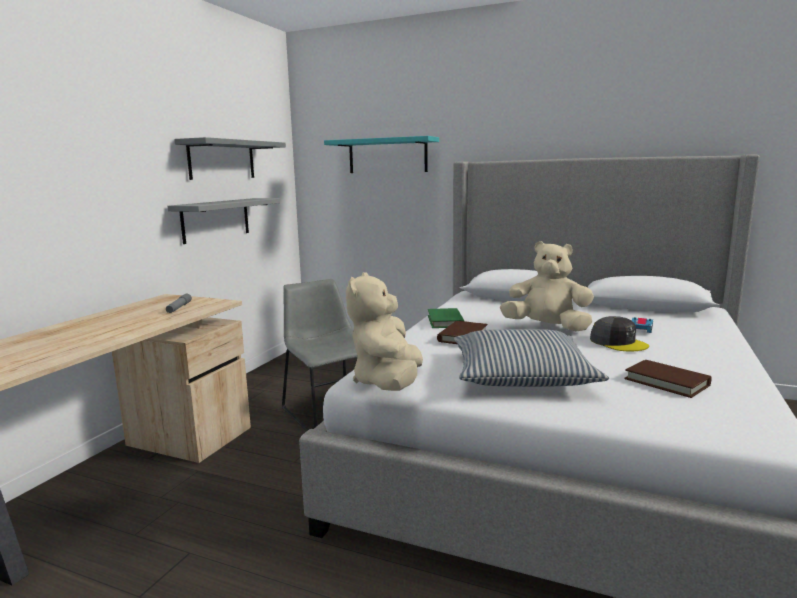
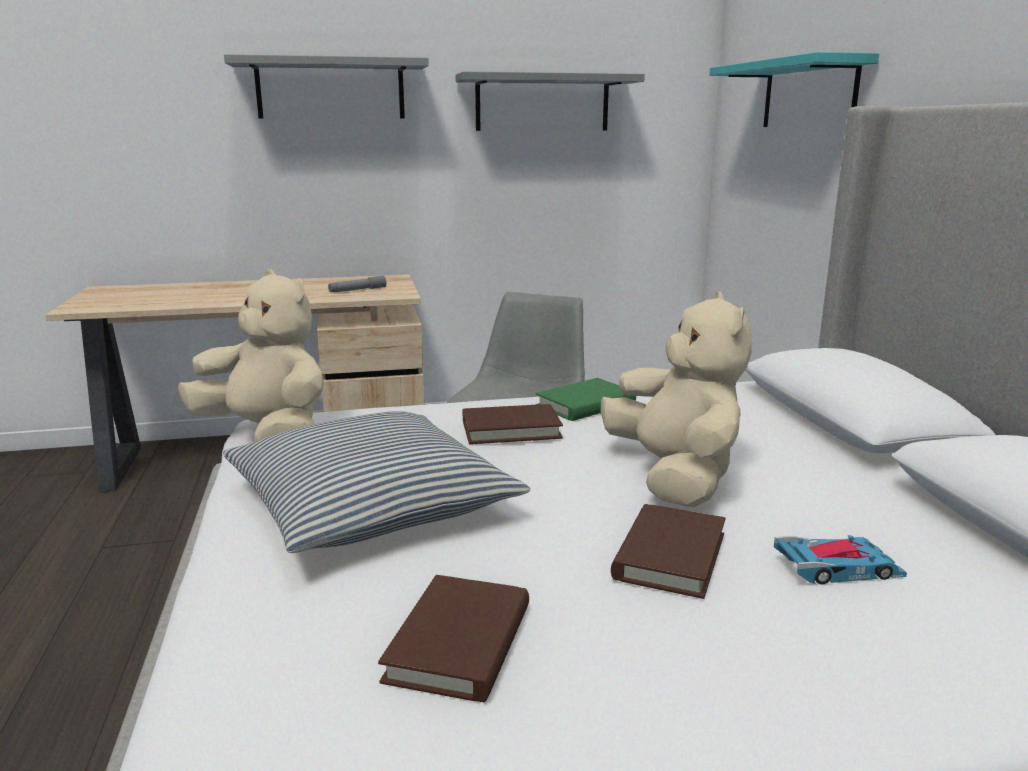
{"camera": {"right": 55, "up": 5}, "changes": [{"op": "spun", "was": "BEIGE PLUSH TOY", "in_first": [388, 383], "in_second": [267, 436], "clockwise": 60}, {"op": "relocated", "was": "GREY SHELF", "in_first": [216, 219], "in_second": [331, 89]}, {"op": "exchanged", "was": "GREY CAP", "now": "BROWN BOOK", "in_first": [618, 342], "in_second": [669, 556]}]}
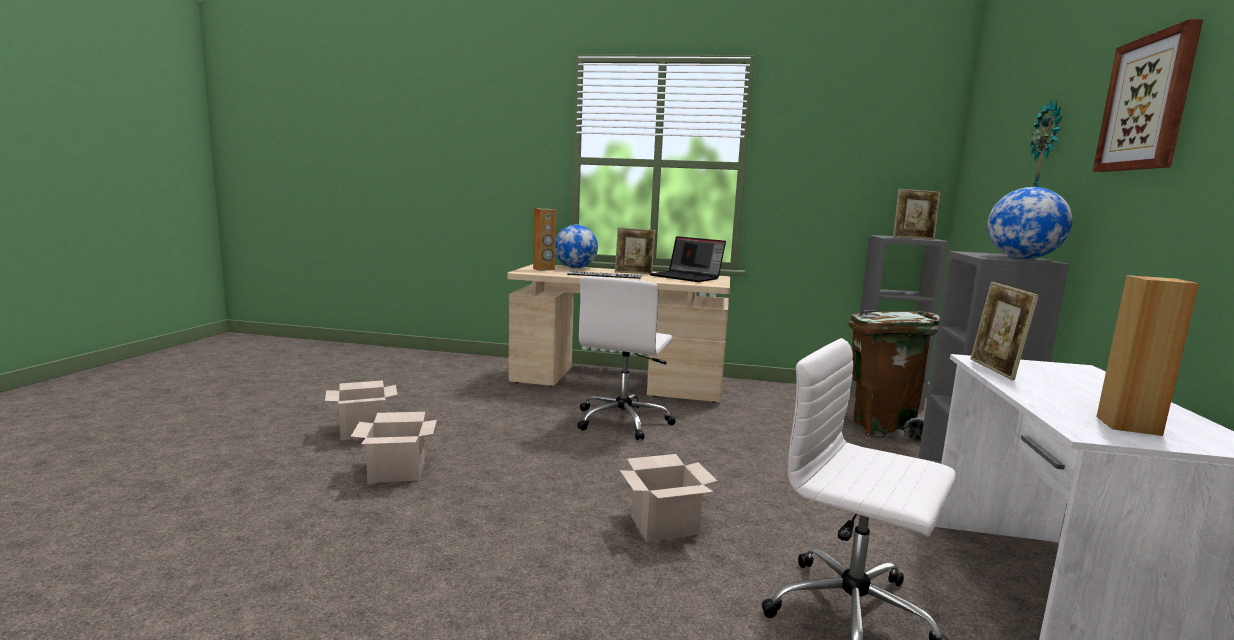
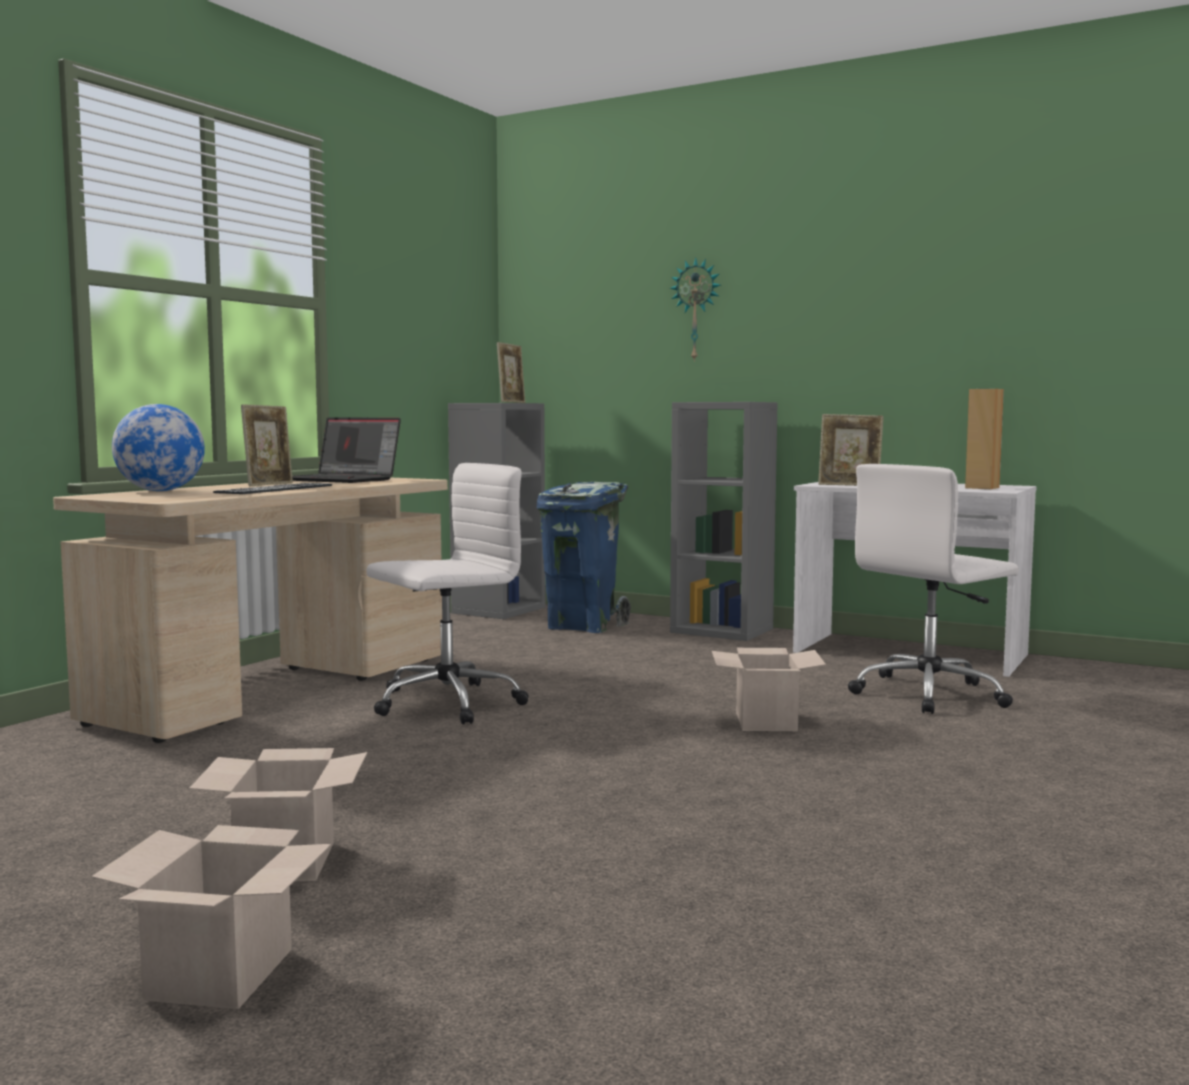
{"camera": {"right": -70, "up": -5}, "changes": [{"op": "relocated", "was": "CARDBOARD BOX", "in_first": [395, 473], "in_second": [221, 976]}, {"op": "spun", "was": "LAPTOP", "in_first": [687, 277], "in_second": [342, 480], "clockwise": 60}, {"op": "spun", "was": "WHITE OFFICE CHAIR", "in_first": [623, 421], "in_second": [444, 703], "clockwise": -75}, {"op": "colour", "was": "BROWN TRASH CAN", "now": "BLUE TRASH CAN", "in_first": [883, 429], "in_second": [583, 626]}, {"op": "missing", "was": "BROWN SPEAKER", "in_first": [544, 269]}, {"op": "missing", "was": "GLOBE", "in_first": [1021, 258]}, {"op": "missing", "was": "PICTURE", "in_first": [1148, 103]}]}
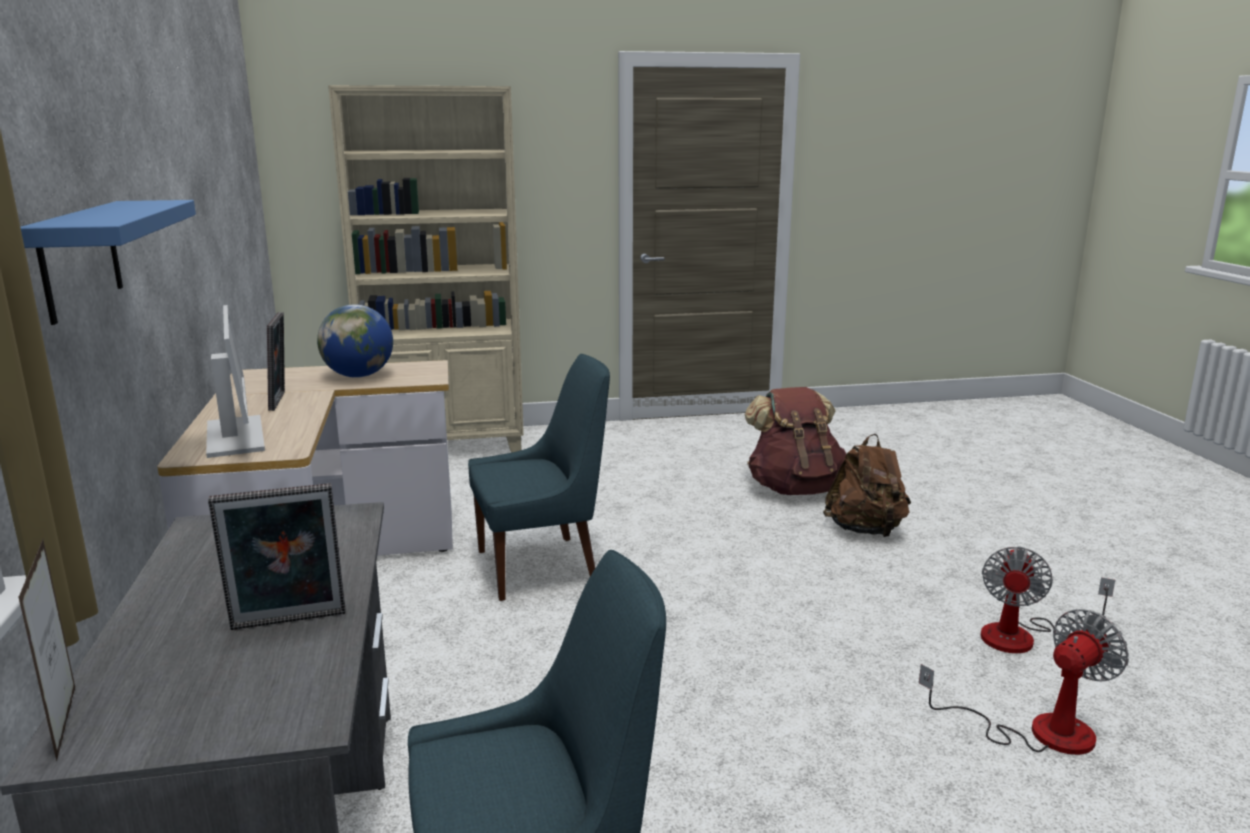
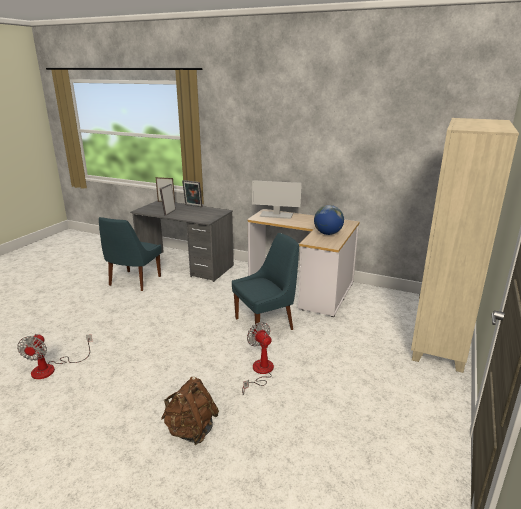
{"camera": {"right": 125, "up": 5}, "changes": [{"op": "relocated", "was": "PICTURE FRAME", "in_first": [281, 401], "in_second": [193, 206]}, {"op": "spun", "was": "BLUE CHAIR", "in_first": [542, 567], "in_second": [266, 323], "clockwise": -135}, {"op": "relocated", "was": "FAN", "in_first": [1023, 637], "in_second": [260, 372]}, {"op": "missing", "was": "BLUE SHELF", "in_first": [80, 259]}, {"op": "missing", "was": "BROWN BACKPACK", "in_first": [794, 489]}]}
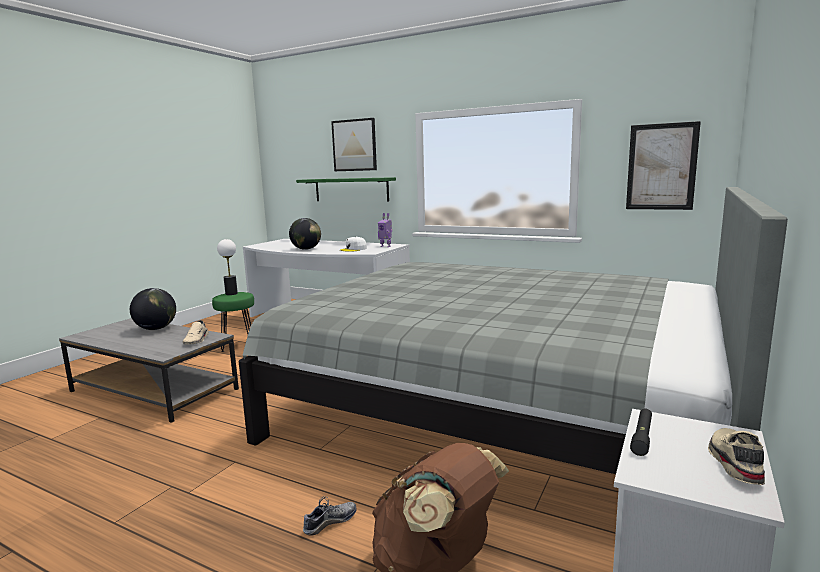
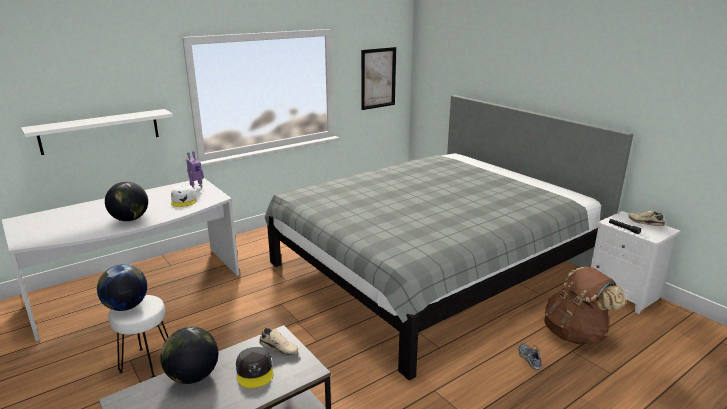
{"camera": {"right": -65, "up": 10}, "changes": [{"op": "colour", "was": "GREEN SHELF", "now": "WHITE SHELF", "in_first": [351, 189], "in_second": [100, 131]}, {"op": "exchanged", "was": "TABLE LAMP", "now": "GLOBE", "in_first": [231, 293], "in_second": [126, 307]}, {"op": "colour", "was": "GREEN STOOL", "now": "WHITE STOOL", "in_first": [237, 345], "in_second": [147, 363]}, {"op": "appeared", "now": "GREY CAP", "in_second": [255, 371]}, {"op": "missing", "was": "PICTURE", "in_first": [354, 145]}]}
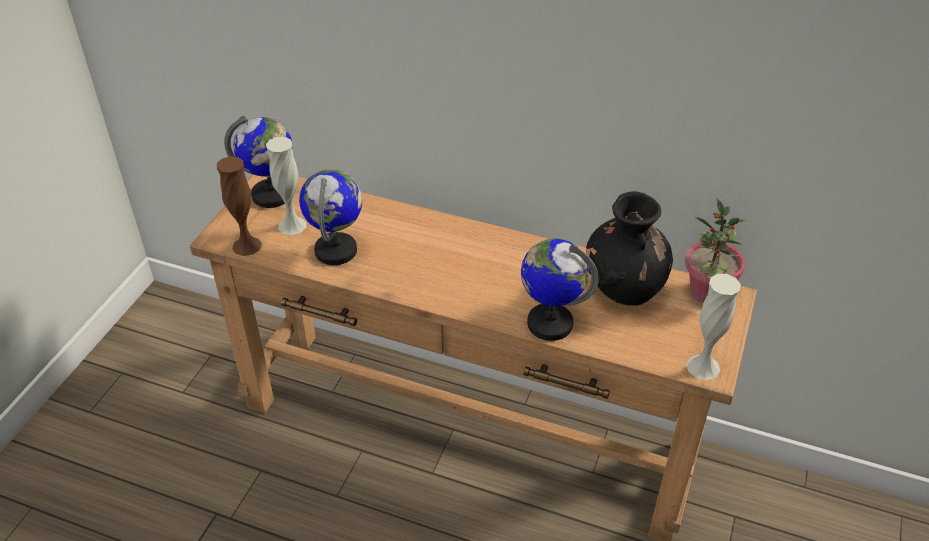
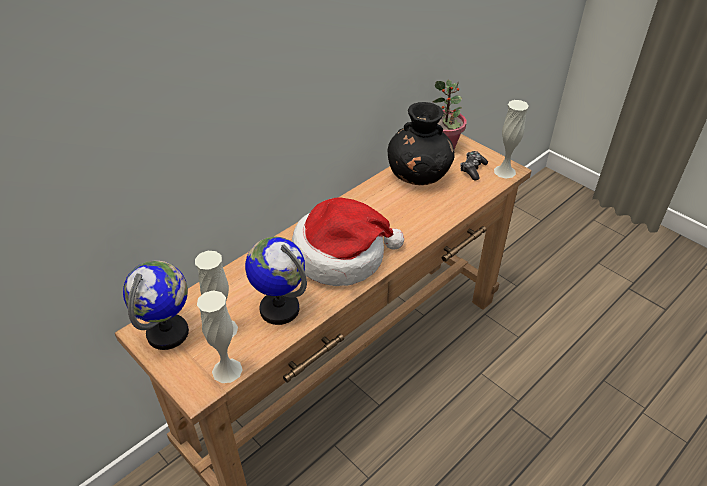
{"camera": {"right": -65, "up": 0}, "changes": [{"op": "colour", "was": "BROWN VASE", "now": "WHITE VASE", "in_first": [247, 246], "in_second": [227, 370]}, {"op": "appeared", "now": "HAT", "in_second": [342, 255]}, {"op": "appeared", "now": "GAME CONTROLLER", "in_second": [472, 169]}, {"op": "missing", "was": "GLOBE", "in_first": [549, 323]}]}
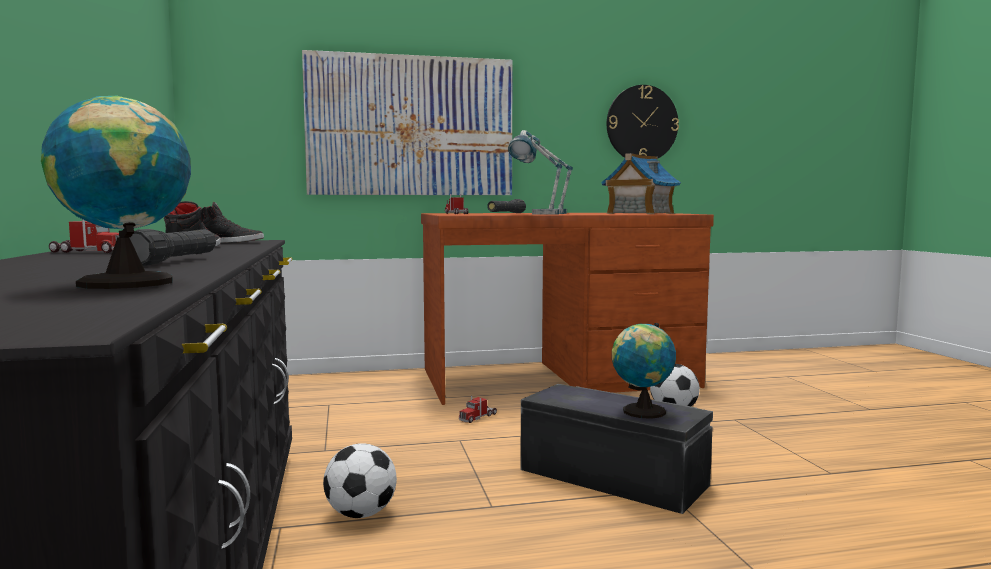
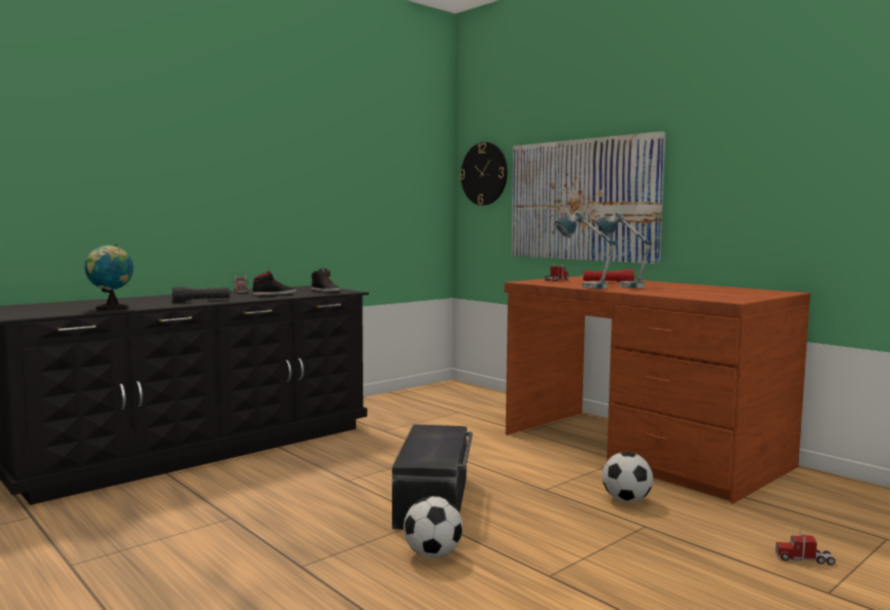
{"camera": {"right": 60, "up": 0}, "changes": [{"op": "relocated", "was": "FOOTBALL", "in_first": [361, 514], "in_second": [433, 554]}, {"op": "relocated", "was": "WALL CLOCK", "in_first": [642, 124], "in_second": [484, 174]}, {"op": "colour", "was": "BLACK FLASHLIGHT", "now": "RED FLASHLIGHT", "in_first": [506, 213], "in_second": [608, 282]}, {"op": "relocated", "was": "TOY TRUCK", "in_first": [478, 417], "in_second": [804, 559]}, {"op": "missing", "was": "TOY HOUSE", "in_first": [640, 213]}, {"op": "missing", "was": "GLOBE", "in_first": [641, 412]}]}
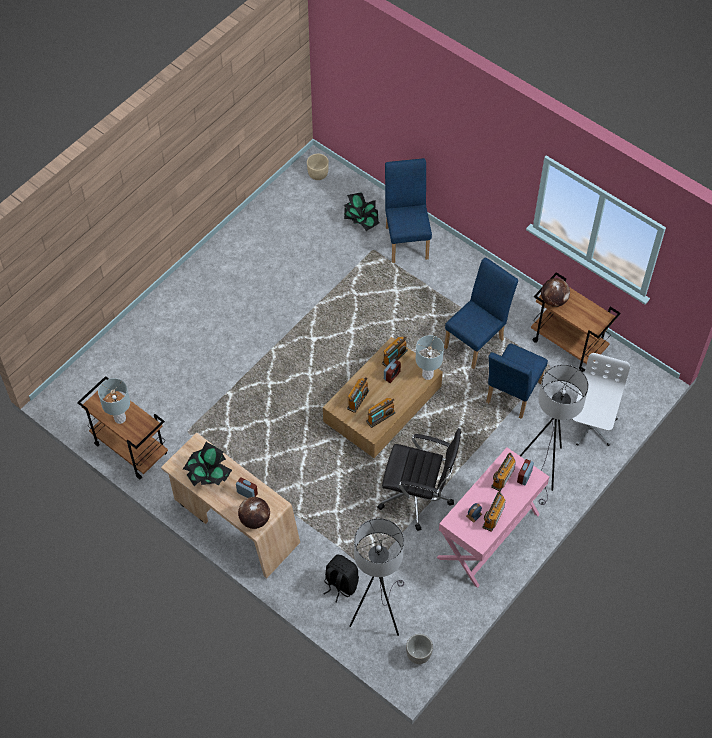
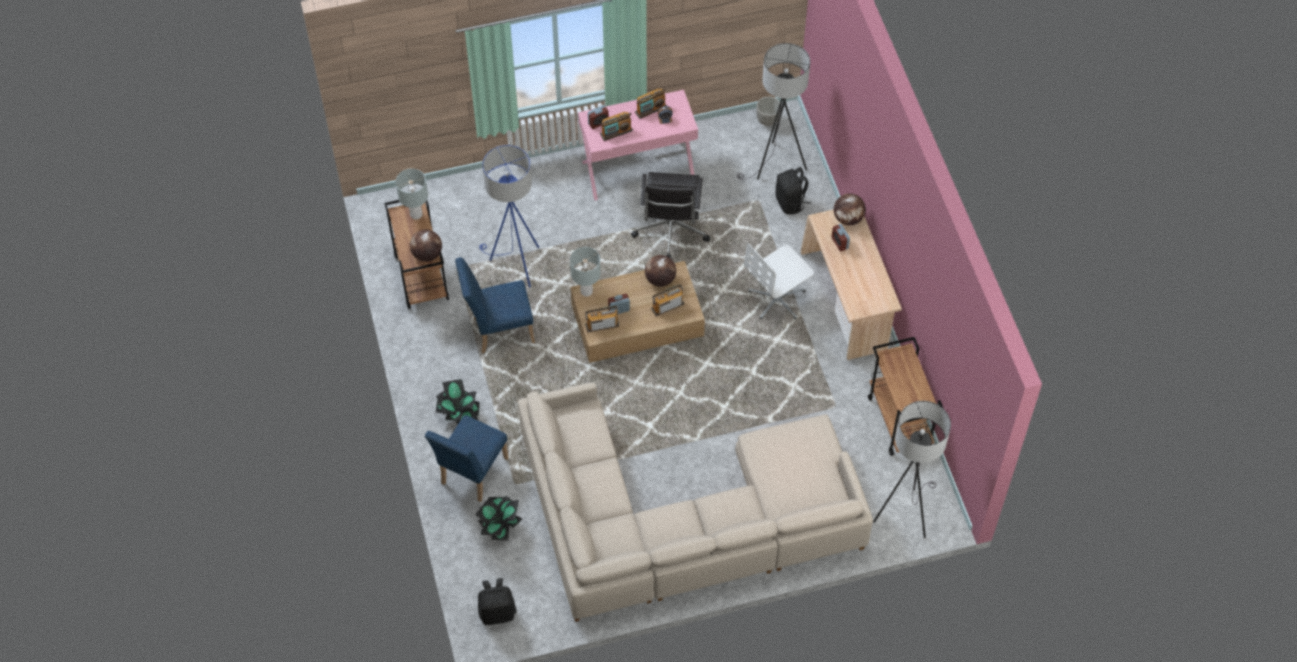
{"camera": {"right": -145, "up": 0}, "changes": [{"op": "relocated", "was": "GREY TABLE LAMP", "in_first": [120, 419], "in_second": [416, 214]}, {"op": "relocated", "was": "POTTED PLANT", "in_first": [208, 475], "in_second": [459, 413]}, {"op": "exchanged", "was": "BEIGE PLANTER", "now": "BLACK BACKPACK", "in_first": [318, 174], "in_second": [497, 612]}, {"op": "exchanged", "was": "BLUE CHAIR", "now": "BLUE FLOOR LAMP", "in_first": [511, 396], "in_second": [515, 264]}, {"op": "appeared", "now": "BEIGE SOFA", "in_second": [683, 520]}, {"op": "spun", "was": "BLACK OFFICE CHAIR", "in_first": [417, 496], "in_second": [670, 231], "clockwise": -135}, {"op": "exchanged", "was": "RADIO", "now": "GLOBE", "in_first": [380, 417], "in_second": [660, 279]}, {"op": "relocated", "was": "WHITE OFFICE CHAIR", "in_first": [590, 426], "in_second": [777, 299]}, {"op": "relocated", "was": "GREY FLOOR LAMP", "in_first": [545, 469], "in_second": [905, 511]}]}
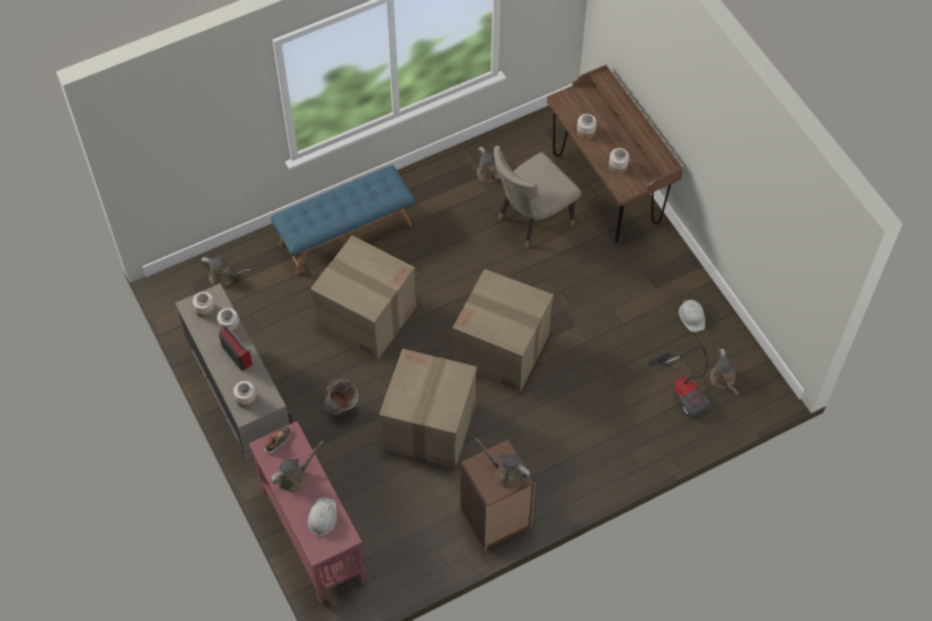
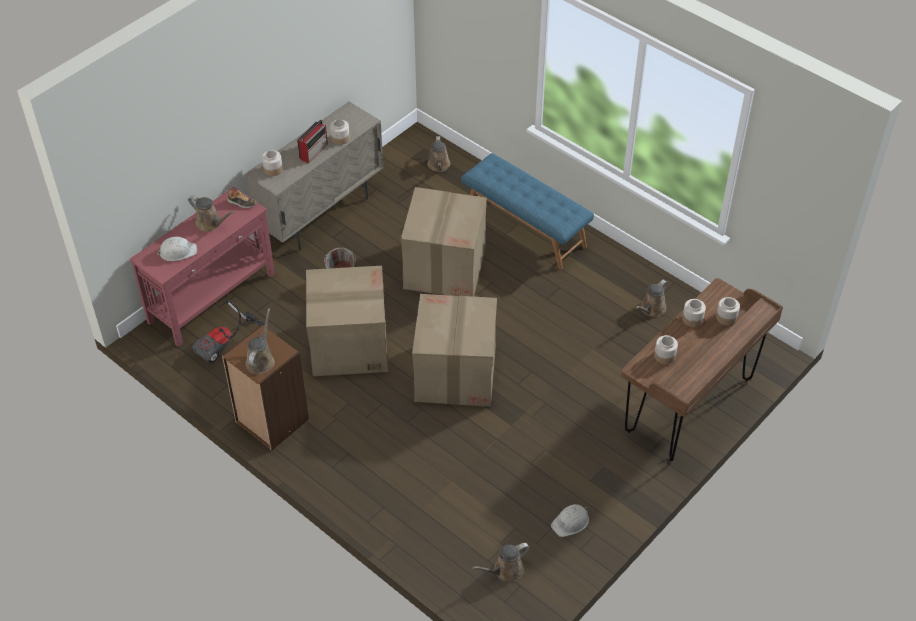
{"camera": {"right": 70, "up": -10}, "changes": [{"op": "relocated", "was": "VACUUM CLEANER", "in_first": [684, 390], "in_second": [225, 344]}, {"op": "relocated", "was": "JAR", "in_first": [205, 310], "in_second": [726, 317]}, {"op": "missing", "was": "BEIGE CHAIR", "in_first": [531, 220]}]}
